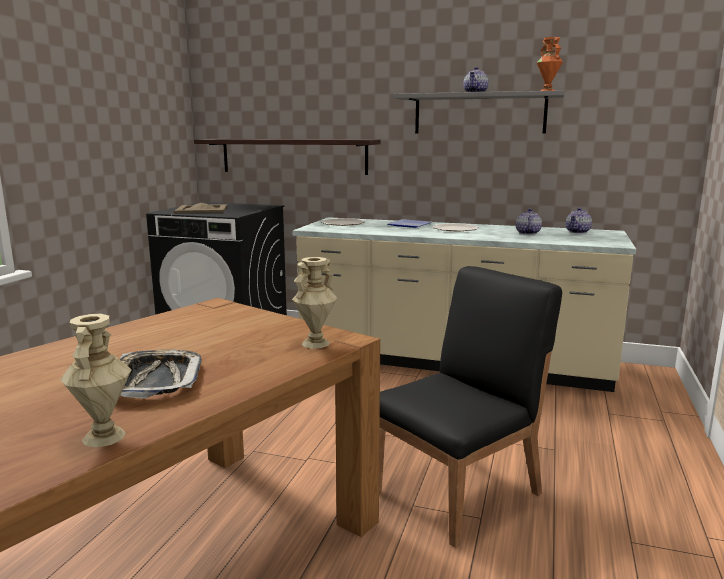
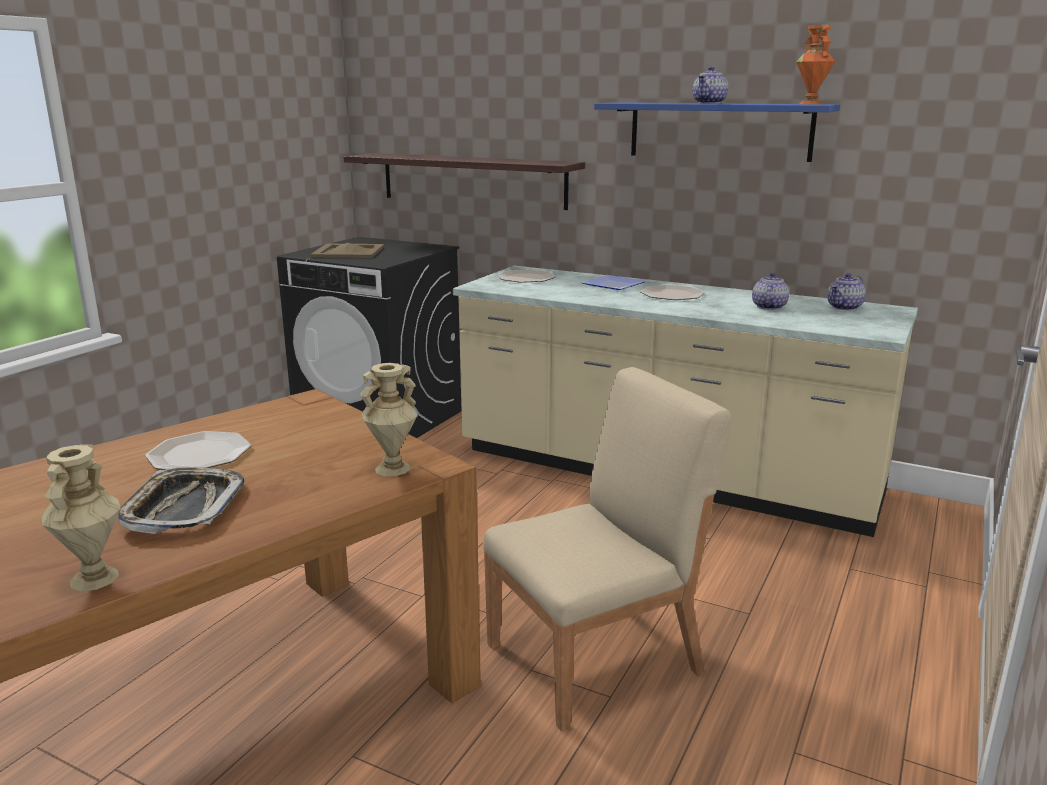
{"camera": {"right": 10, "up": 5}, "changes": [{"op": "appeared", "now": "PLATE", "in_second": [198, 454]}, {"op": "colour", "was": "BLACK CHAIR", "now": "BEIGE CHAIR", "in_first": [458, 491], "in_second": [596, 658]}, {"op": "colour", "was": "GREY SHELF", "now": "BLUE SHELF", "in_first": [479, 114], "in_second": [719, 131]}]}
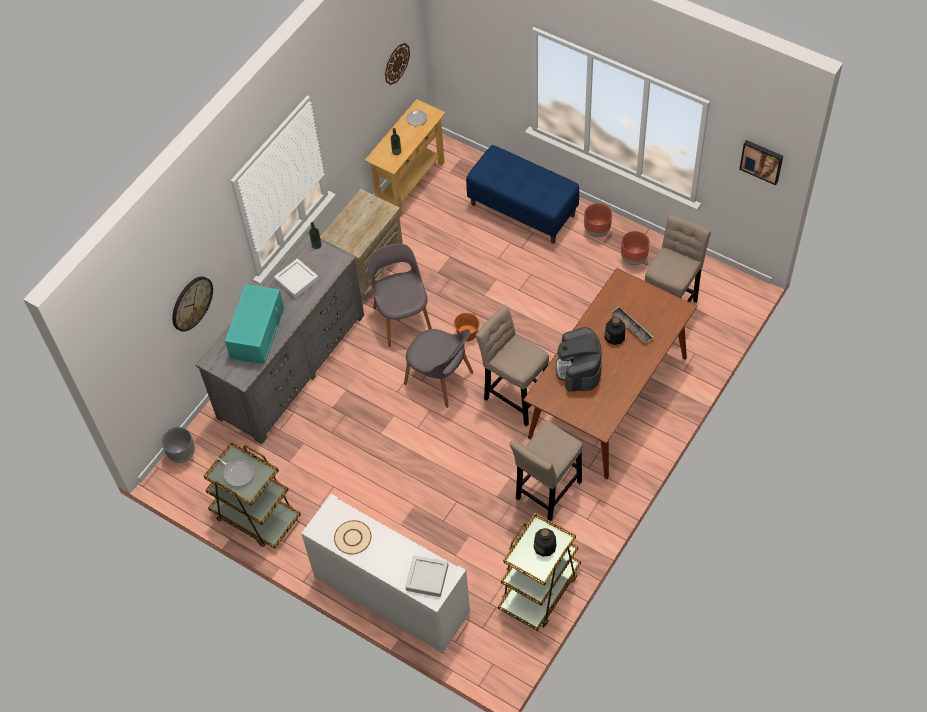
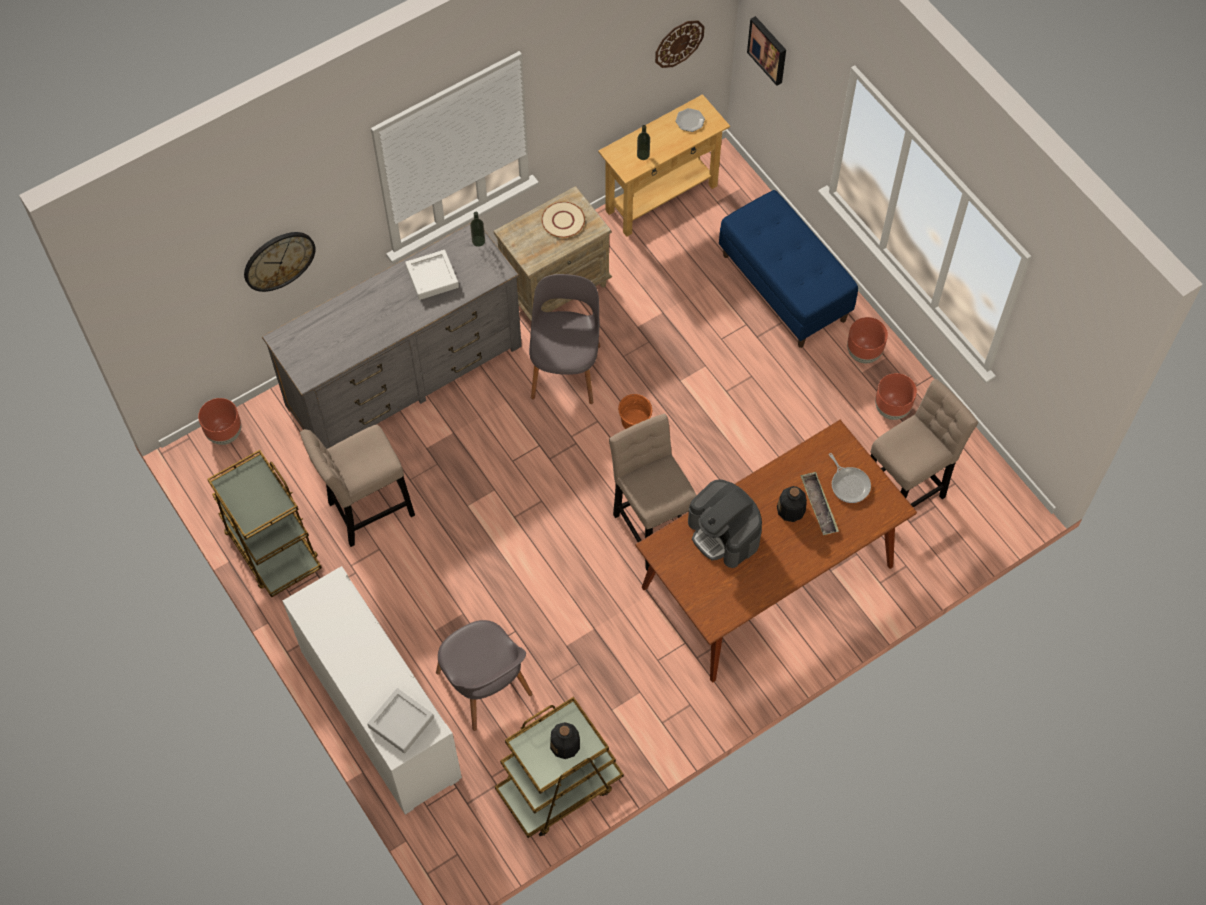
{"camera": {"right": 20, "up": 5}, "changes": [{"op": "colour", "was": "GREY PLANTER", "now": "BROWN PLANTER", "in_first": [182, 454], "in_second": [224, 433]}, {"op": "relocated", "was": "BEIGE STOOL", "in_first": [546, 493], "in_second": [367, 512]}, {"op": "relocated", "was": "GREY CHAIR", "in_first": [440, 379], "in_second": [485, 686]}, {"op": "relocated", "was": "BEIGE PLATE", "in_first": [352, 538], "in_second": [562, 220]}, {"op": "spun", "was": "COFFEE MACHINE", "in_first": [579, 369], "in_second": [724, 533], "clockwise": -60}, {"op": "relocated", "was": "PICTURE", "in_first": [762, 161], "in_second": [768, 49]}, {"op": "relocated", "was": "FRYING PAN", "in_first": [238, 473], "in_second": [849, 484]}, {"op": "missing", "was": "TURQUOISE MICROWAVE", "in_first": [257, 331]}]}
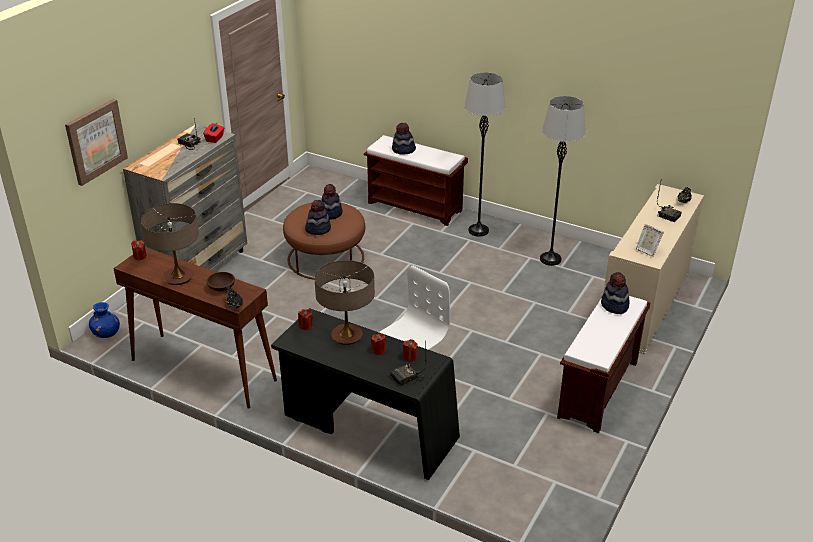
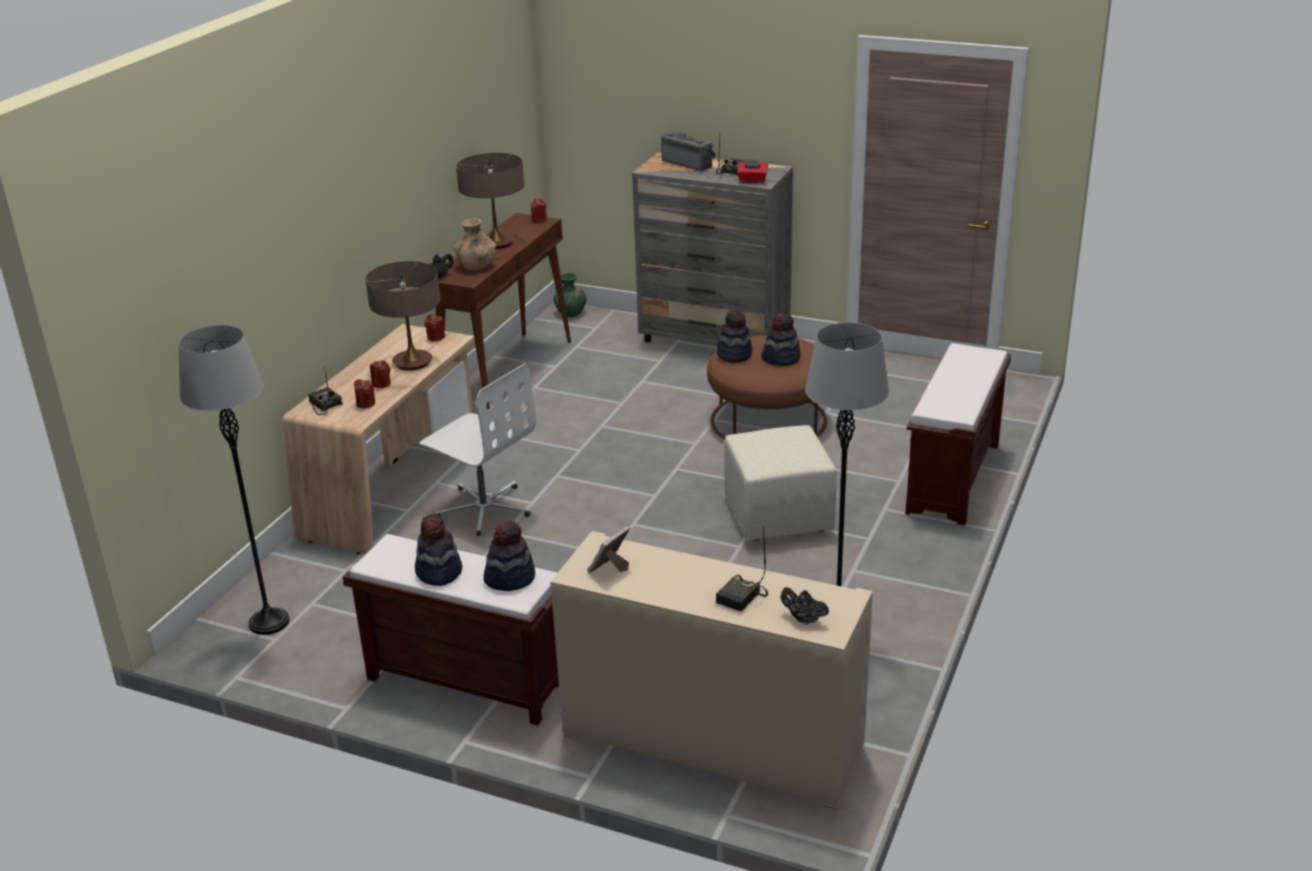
{"camera": {"right": 85, "up": -5}, "changes": [{"op": "relocated", "was": "GREY FLOOR LAMP", "in_first": [478, 231], "in_second": [269, 622]}, {"op": "colour", "was": "BLACK DESK", "now": "BEIGE DESK", "in_first": [368, 429], "in_second": [395, 489]}, {"op": "relocated", "was": "HAT", "in_first": [403, 150], "in_second": [438, 572]}, {"op": "exchanged", "was": "BROWN BOWL", "now": "BROWN VASE", "in_first": [222, 287], "in_second": [476, 266]}, {"op": "colour", "was": "BLUE VASE", "now": "GREEN VASE", "in_first": [106, 333], "in_second": [570, 313]}, {"op": "appeared", "now": "RADIO", "in_second": [689, 163]}, {"op": "appeared", "now": "BEIGE OTTOMAN", "in_second": [779, 517]}, {"op": "missing", "was": "PICTURE", "in_first": [95, 141]}]}
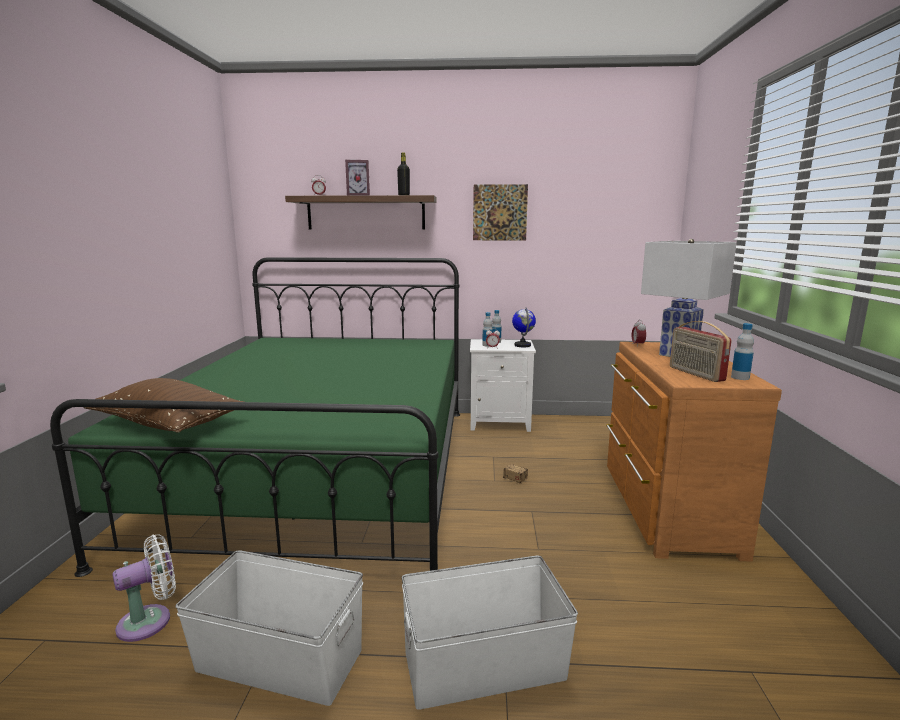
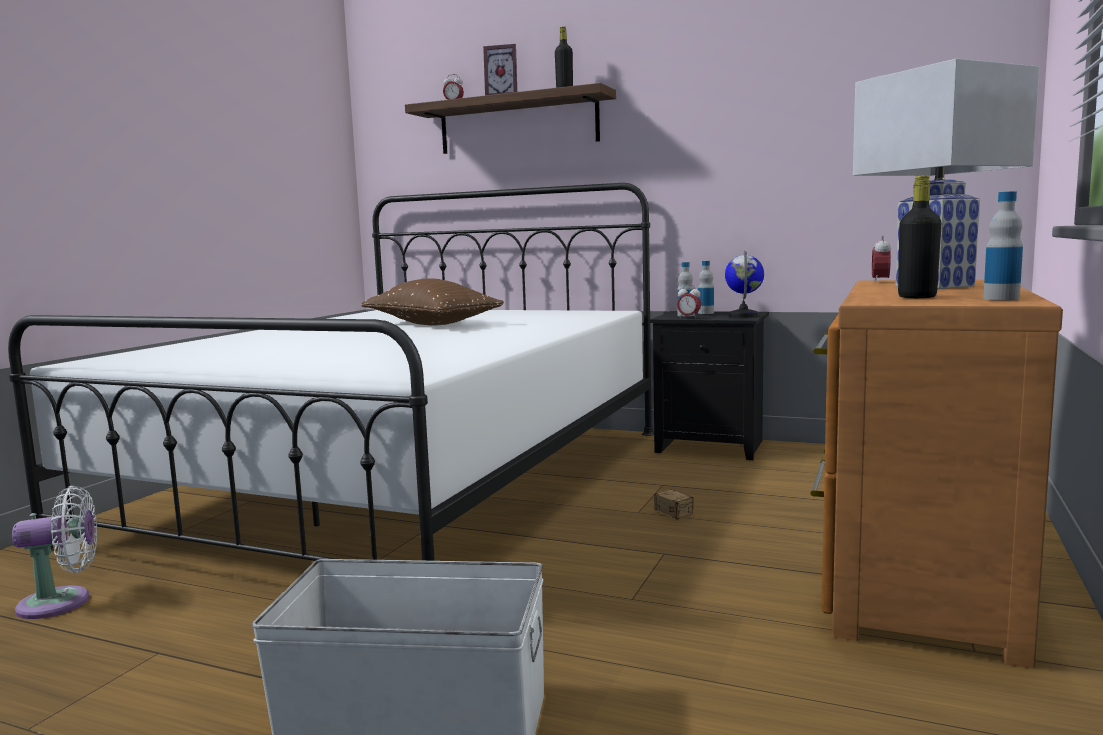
{"camera": {"right": 20, "up": -5}, "changes": [{"op": "colour", "was": "GREEN BED", "now": "WHITE BED", "in_first": [323, 470], "in_second": [401, 480]}, {"op": "relocated", "was": "BROWN PILLOW", "in_first": [168, 425], "in_second": [431, 324]}, {"op": "colour", "was": "WHITE NIGHTSTAND", "now": "BLACK NIGHTSTAND", "in_first": [500, 422], "in_second": [713, 446]}, {"op": "exchanged", "was": "RADIO", "now": "BLACK BOTTLE", "in_first": [695, 374], "in_second": [917, 297]}, {"op": "missing", "was": "WHITE STORAGE BOX", "in_first": [279, 659]}, {"op": "missing", "was": "PICTURE", "in_first": [500, 212]}]}
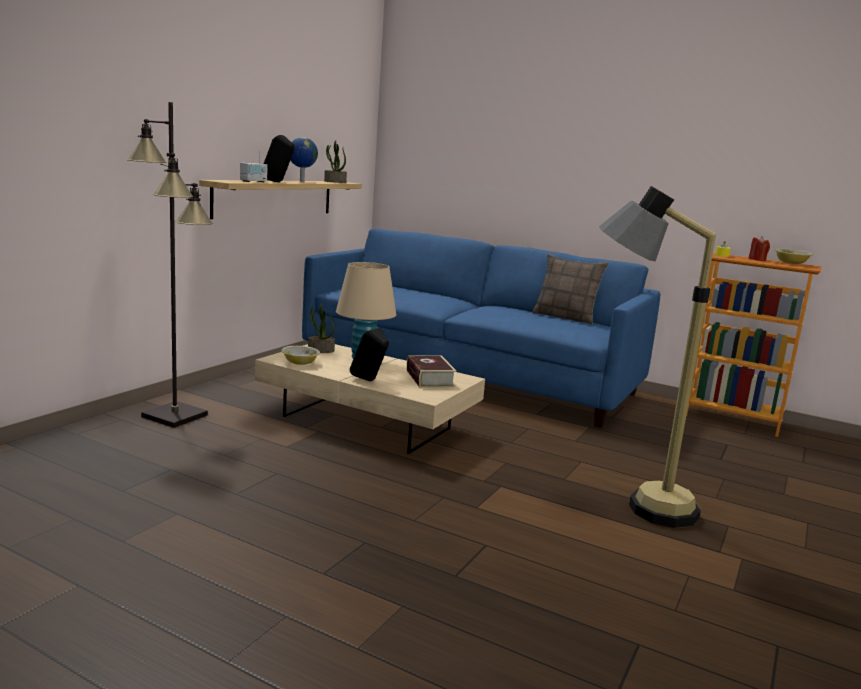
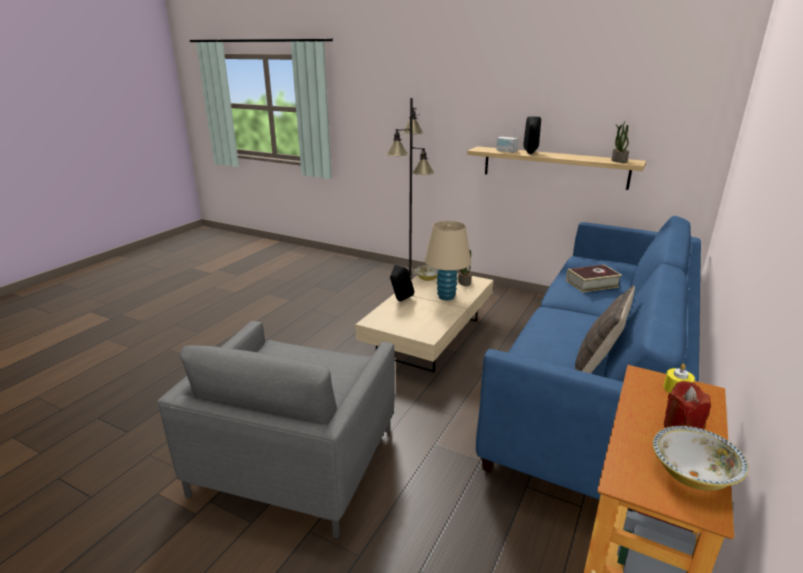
{"camera": {"right": 90, "up": 10}, "changes": [{"op": "exchanged", "was": "FLOOR LAMP", "now": "GREY ARMCHAIR", "in_first": [631, 504], "in_second": [296, 460]}, {"op": "relocated", "was": "BOOK", "in_first": [429, 378], "in_second": [592, 284]}, {"op": "missing", "was": "GLOBE", "in_first": [301, 181]}]}
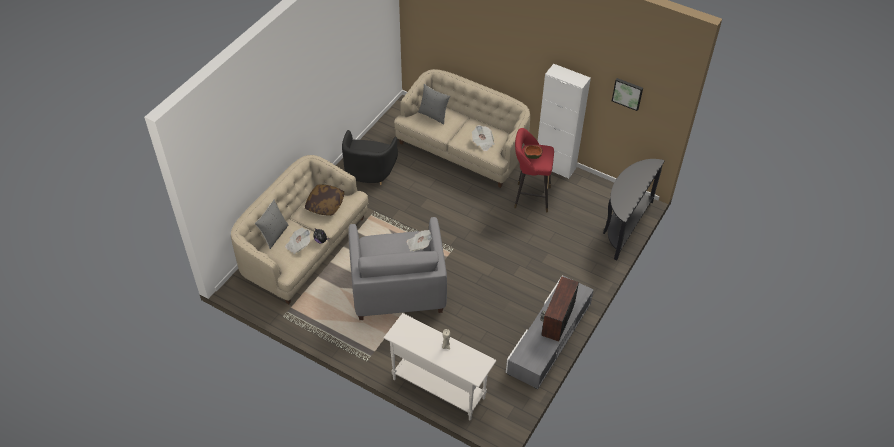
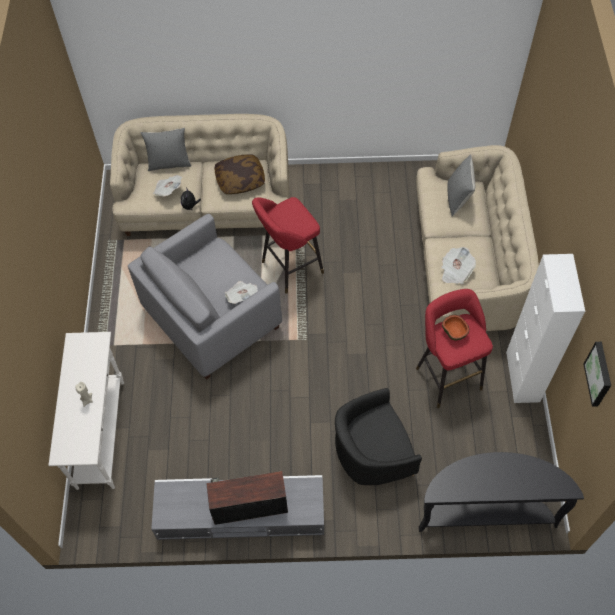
{"camera": {"right": 60, "up": 10}, "changes": [{"op": "appeared", "now": "RED STOOL", "in_second": [289, 269]}, {"op": "relocated", "was": "BLACK ARMCHAIR", "in_first": [369, 172], "in_second": [372, 454]}]}
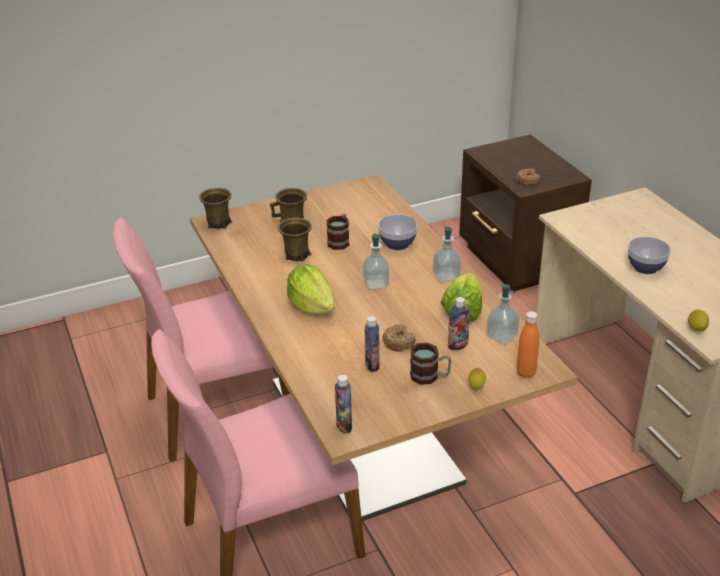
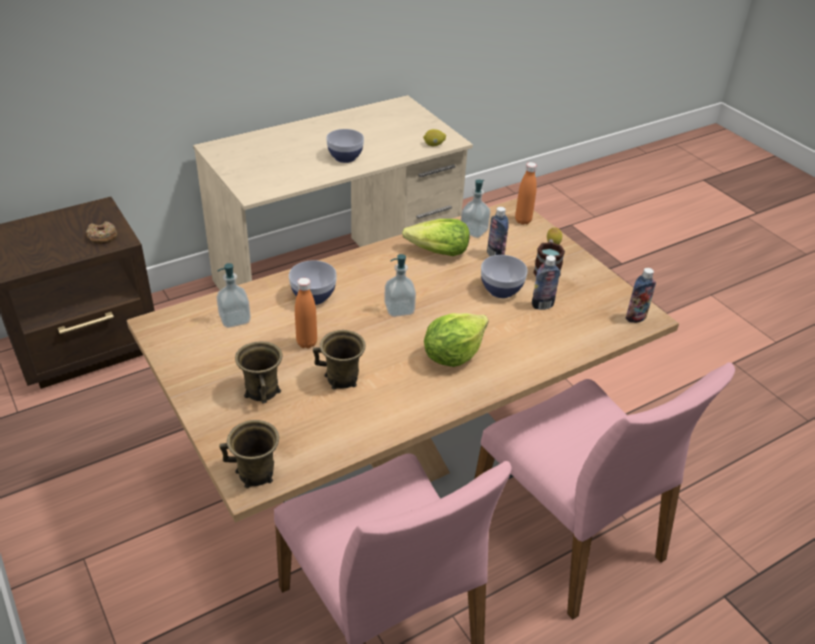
{"camera": {"right": -100, "up": 5}, "changes": [{"op": "relocated", "was": "SOAP DISPENSER", "in_first": [446, 276], "in_second": [235, 319]}, {"op": "exchanged", "was": "MUG", "now": "ORANGE BOTTLE", "in_first": [340, 241], "in_second": [307, 343]}, {"op": "exchanged", "was": "DONUT", "now": "BOWL", "in_first": [398, 342], "in_second": [501, 290]}]}
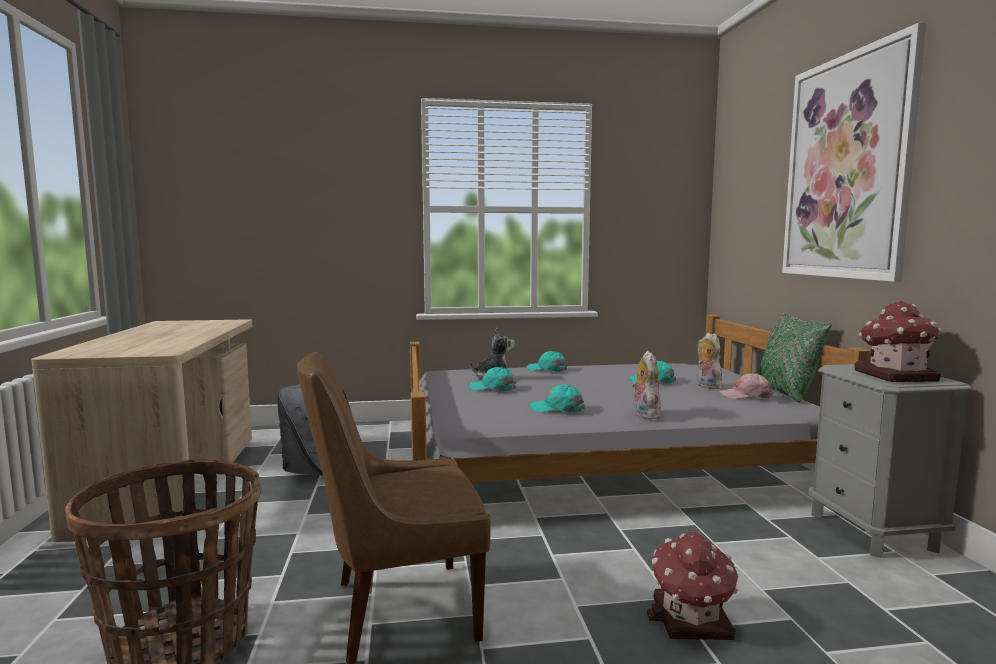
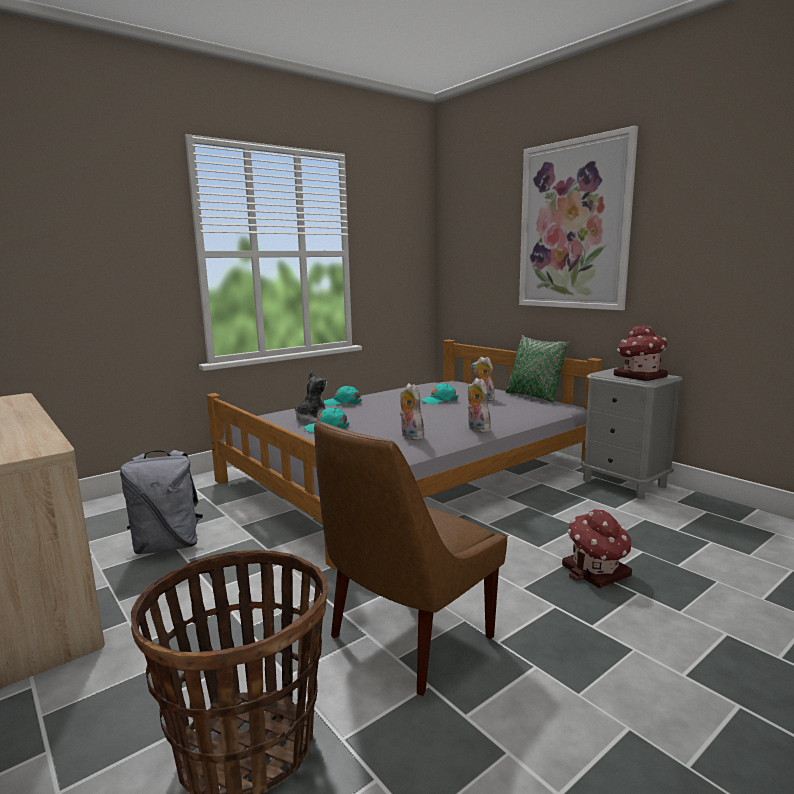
{"camera": {"right": -30, "up": 5}, "changes": [{"op": "exchanged", "was": "TURQUOISE CAP", "now": "PLUSH TOY", "in_first": [557, 408], "in_second": [410, 437]}, {"op": "missing", "was": "PINK CAP", "in_first": [745, 395]}]}
